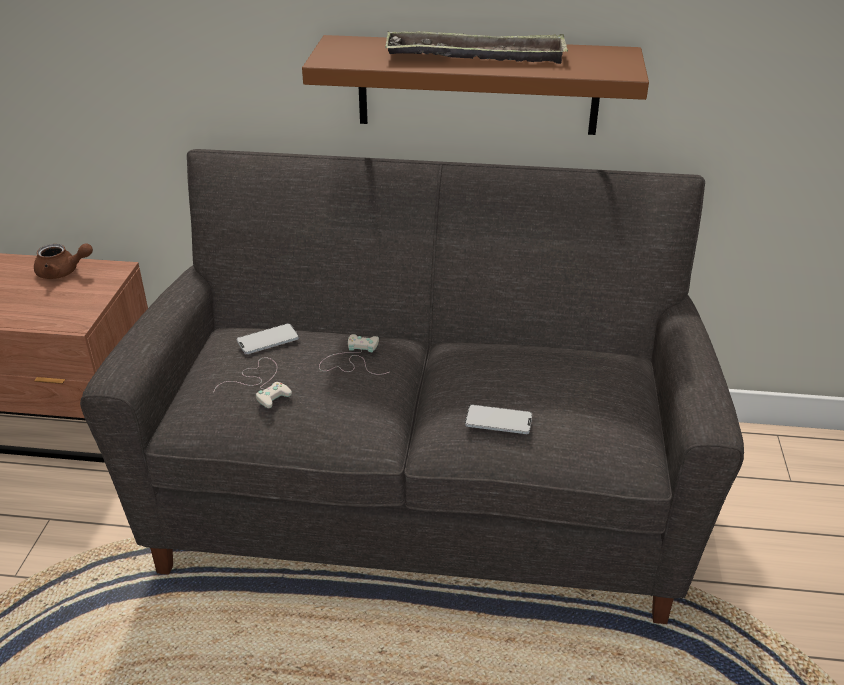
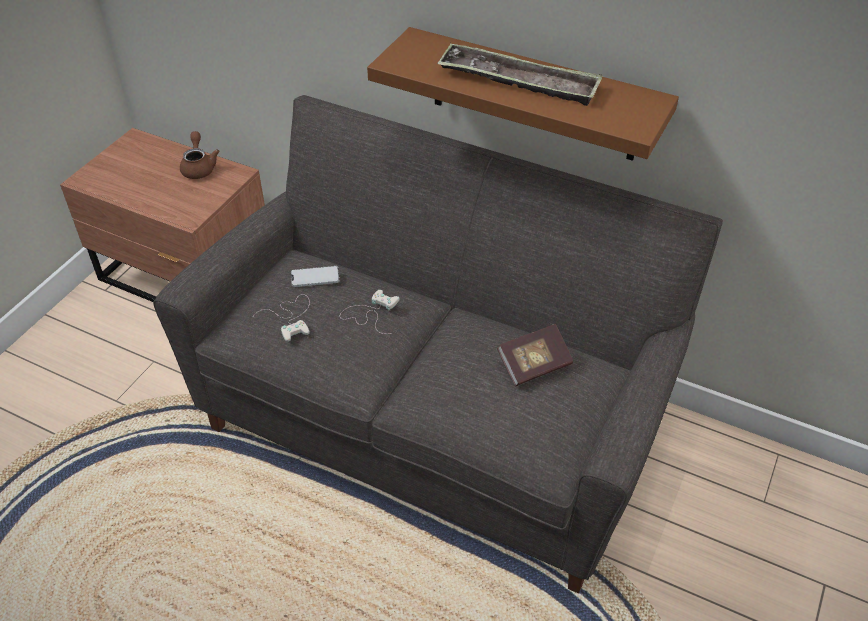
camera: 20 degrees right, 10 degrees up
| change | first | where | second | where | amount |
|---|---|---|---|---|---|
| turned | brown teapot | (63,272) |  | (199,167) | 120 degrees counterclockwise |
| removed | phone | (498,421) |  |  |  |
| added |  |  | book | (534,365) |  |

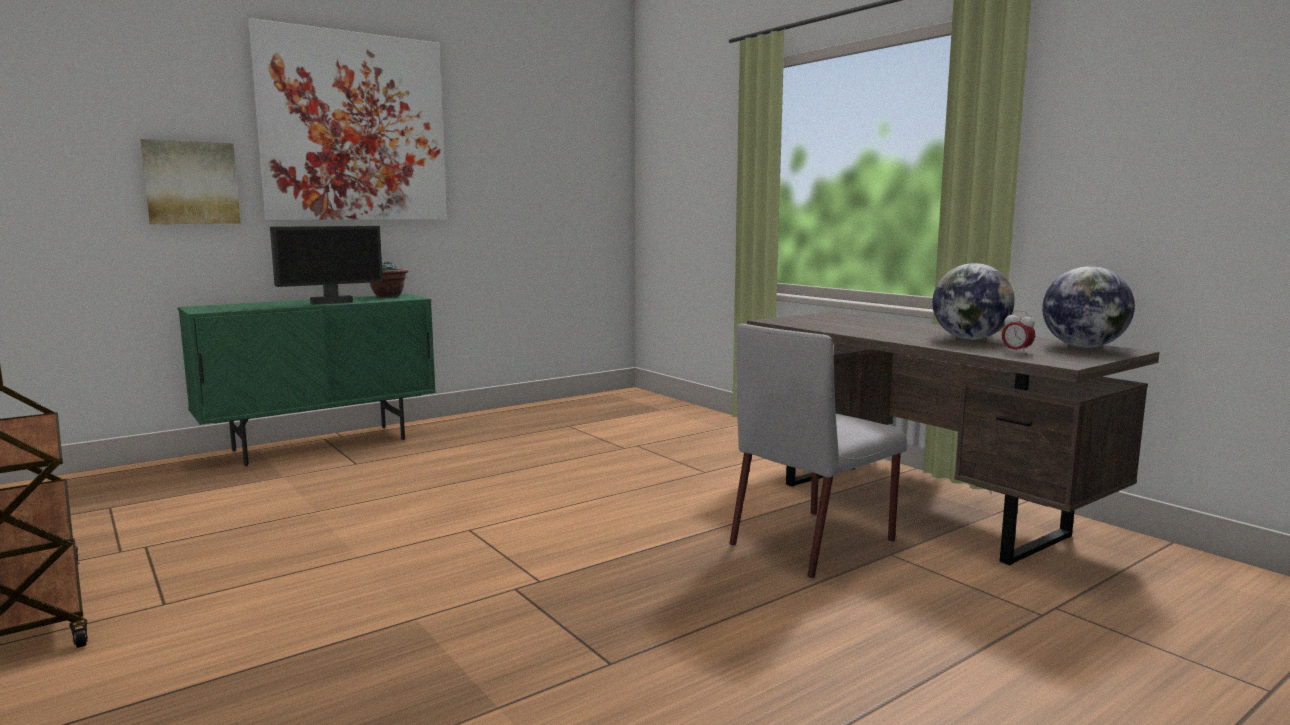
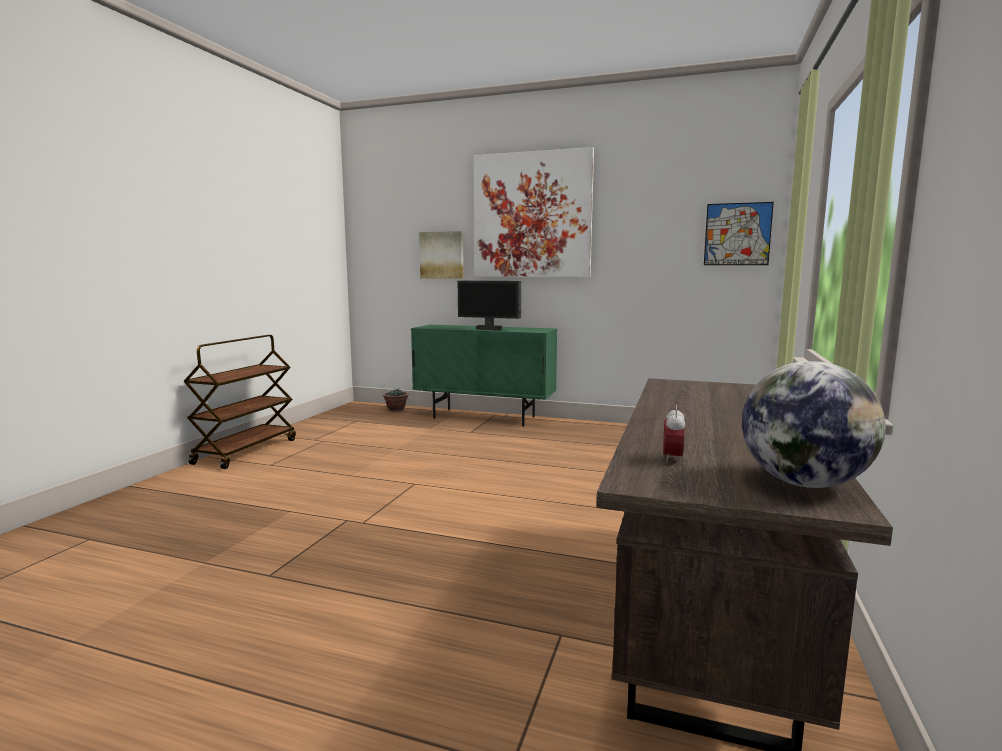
camera: 55 degrees right, 0 degrees up
| change | first | where | second | where | amount |
|---|---|---|---|---|---|
| moved | potted plant | (387,296) |  | (396,409) |  |
| removed | grey chair | (814,542) |  |  |  |
| removed | globe | (969,339) |  |  |  |
| added |  |  | picture | (737,234) |  |

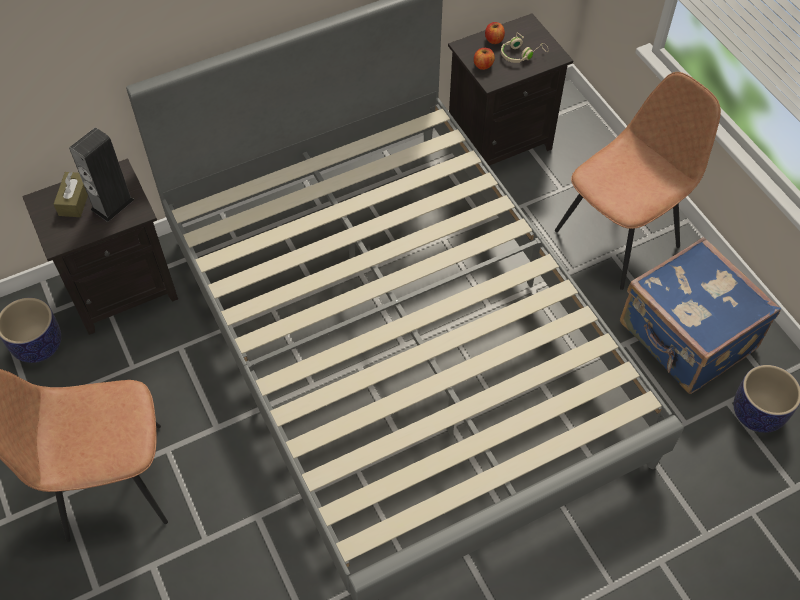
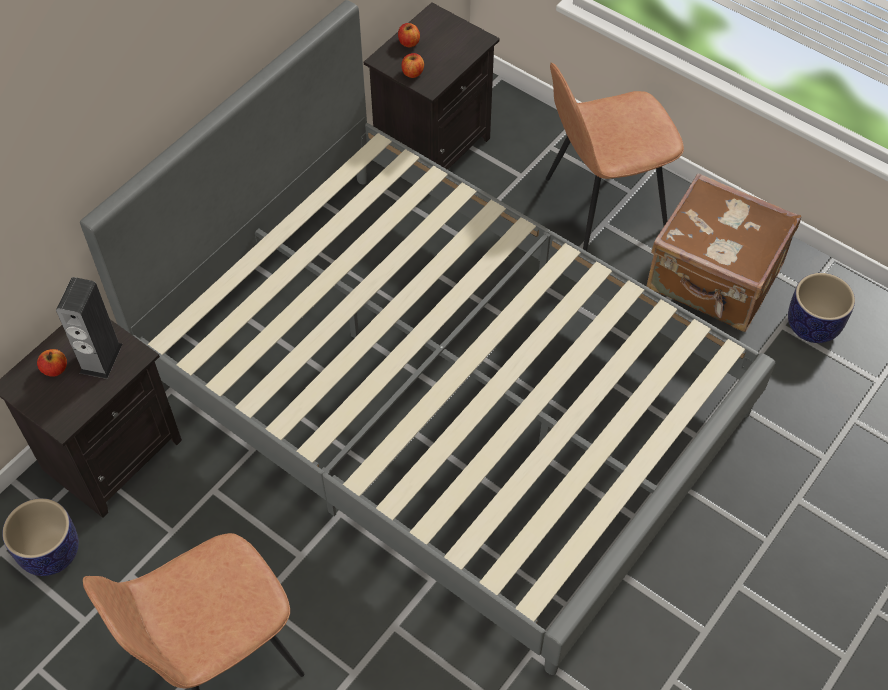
camera: 25 degrees left, 0 degrees up
| change | first | where | second | where | amount |
|---|---|---|---|---|---|
| replaced | brown tissue box | (75,200) | apple | (55,369) |  |
| removed | beige headphones | (521,54) |  |  |  |
| turned | brown chair | (619,237) |  | (602,204) | 135 degrees counterclockwise |
| recoloured | blue suitcase | (685,338) | brown suitcase | (714,280) |  |

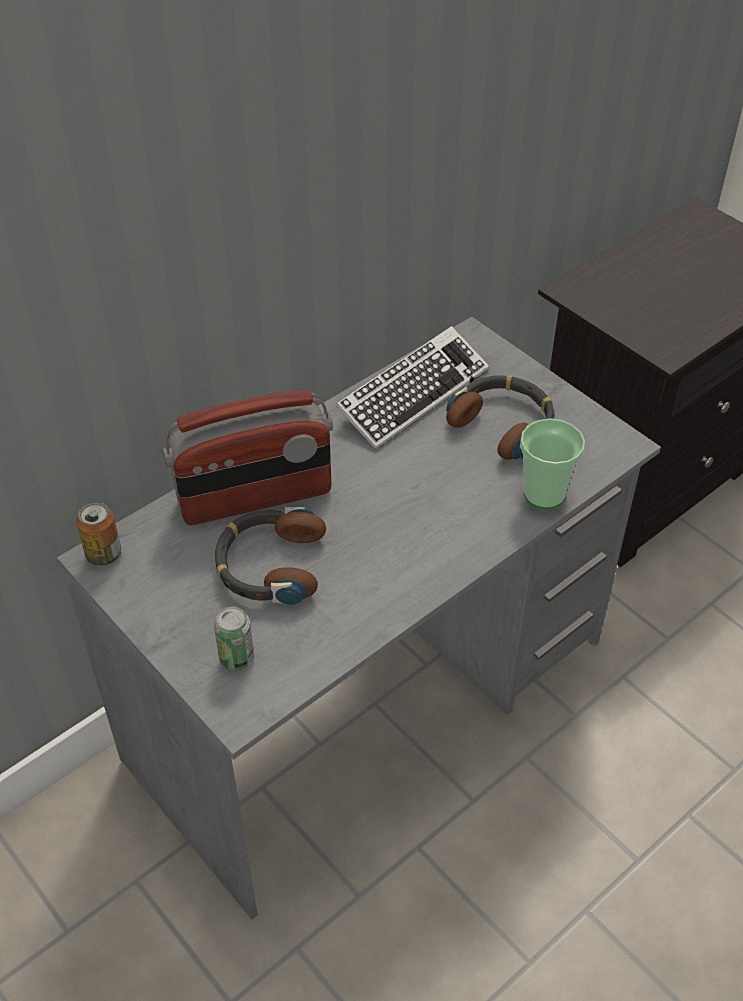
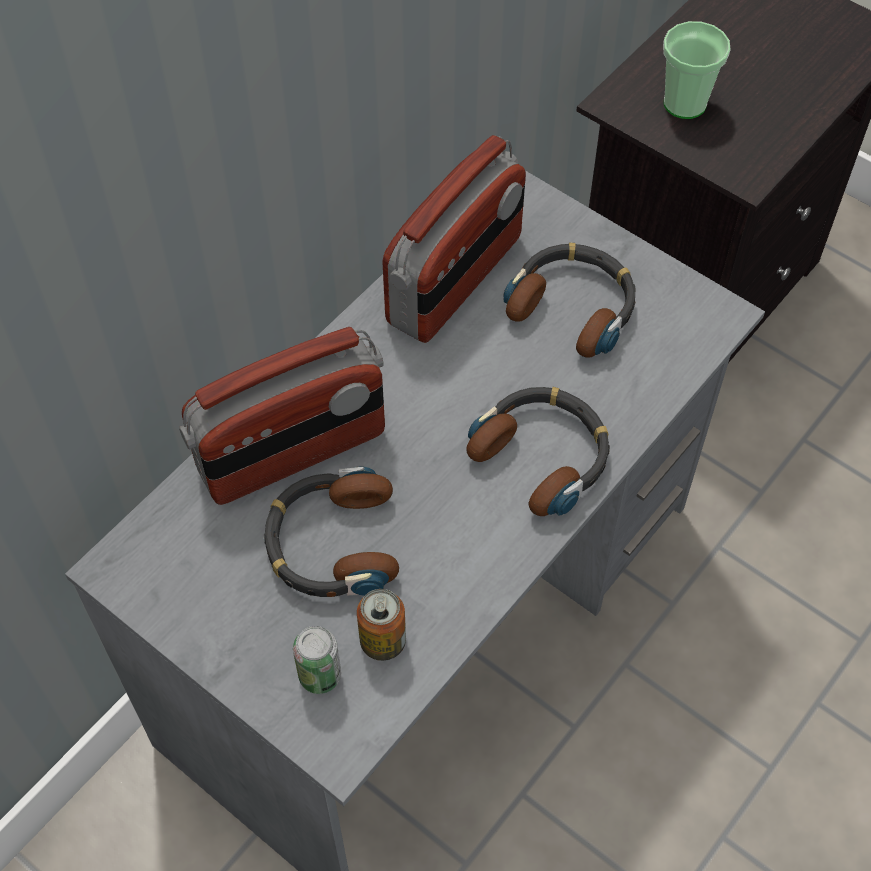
camera: 10 degrees left, 10 degrees up
| change | first | where | second | where | amount |
|---|---|---|---|---|---|
| moved | can | (104,554) |  | (383,641) |  |
| replaced | keyboard | (413,395) | radio | (456,281) |  |
| moved | cup | (544,494) |  | (685,103) |  |
| added |  |  | headphones | (543,455) |  |

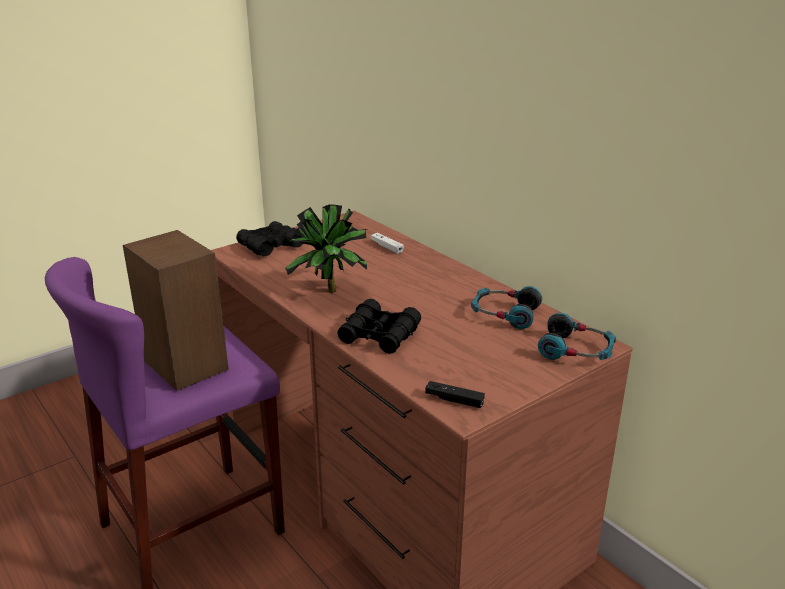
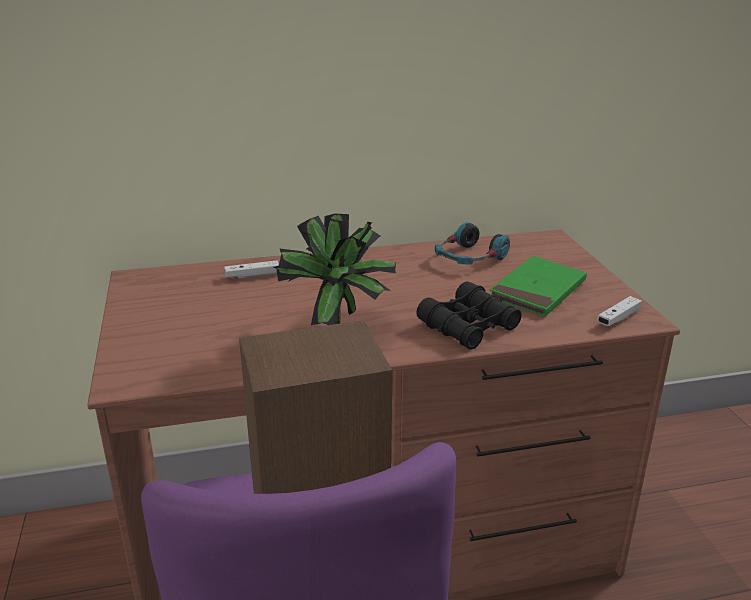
camera: 65 degrees left, 0 degrees up
| change | first | where | second | where | amount |
|---|---|---|---|---|---|
| removed | black binoculars | (270,246) |  |  |  |
| recoloured | black game controller | (454,400) | white game controller | (618,318) |  |
| removed | headphones | (576,350) |  |  |  |
| added |  |  | green book | (538,290) |  |

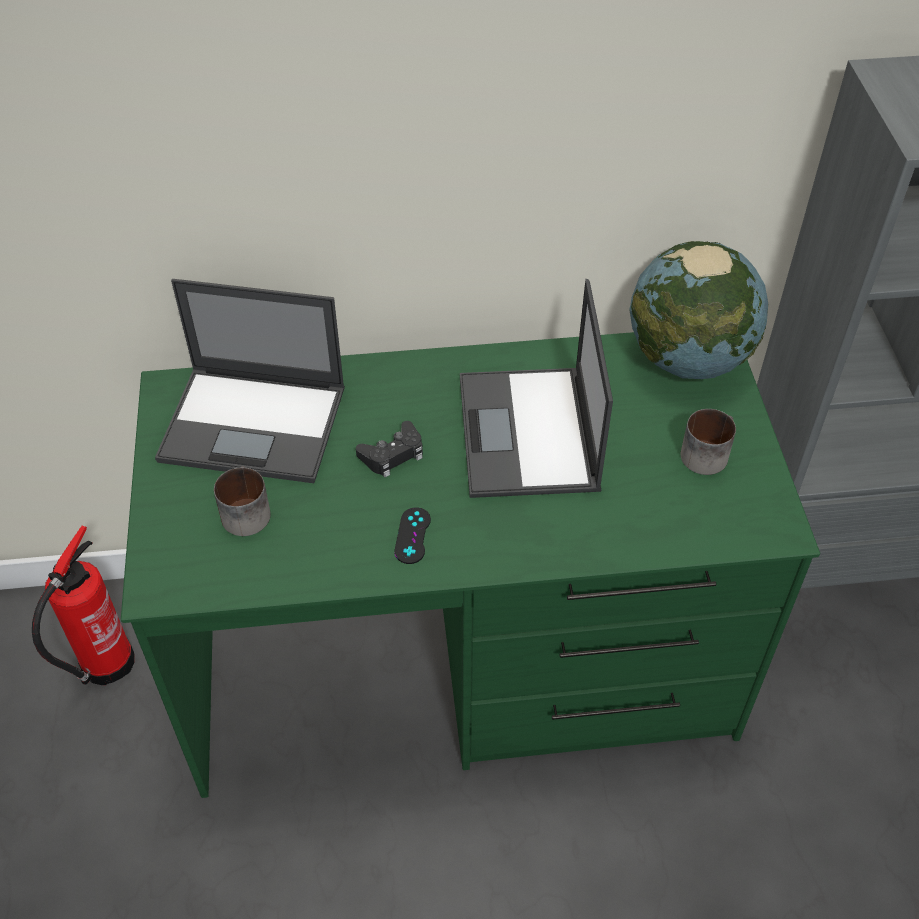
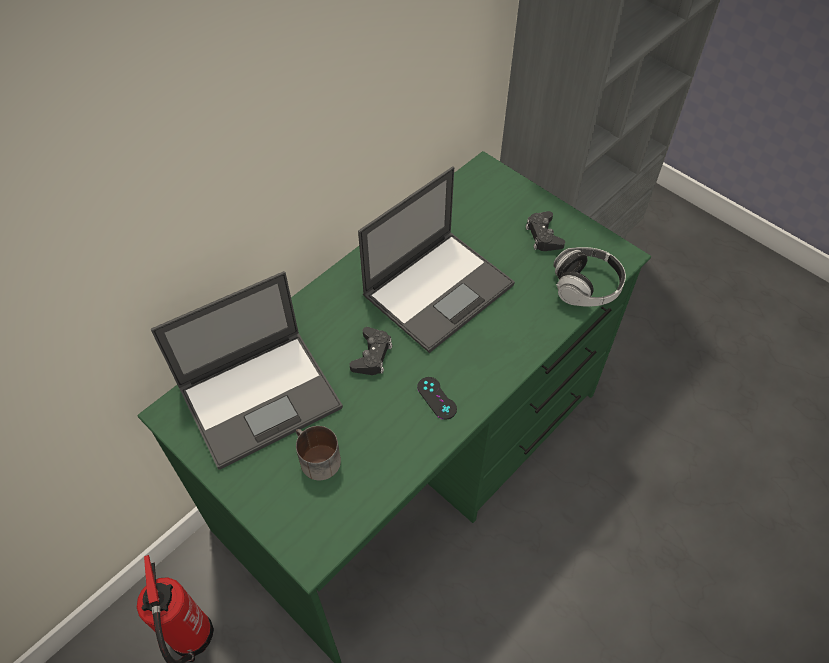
camera: 40 degrees left, 5 degrees up
| change | first | where | second | where | amount |
|---|---|---|---|---|---|
| turned | laptop | (528,434) |  | (439,289) | 90 degrees counterclockwise |
| removed | globe | (688,359) |  |  |  |
| replaced | mug | (706,452) | black game controller | (543,235) |  |
| added |  |  | headphones | (586,287) |  |

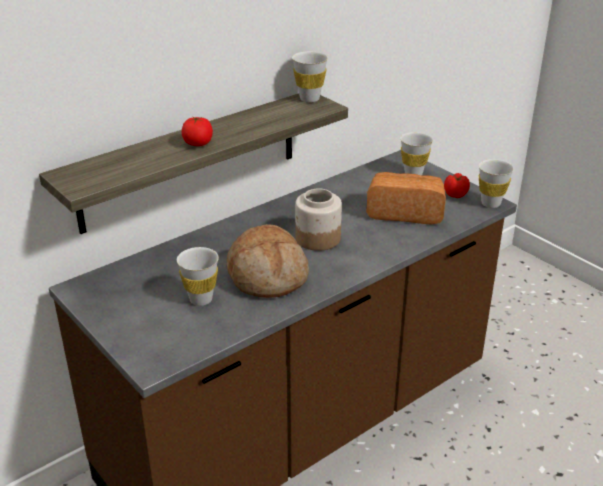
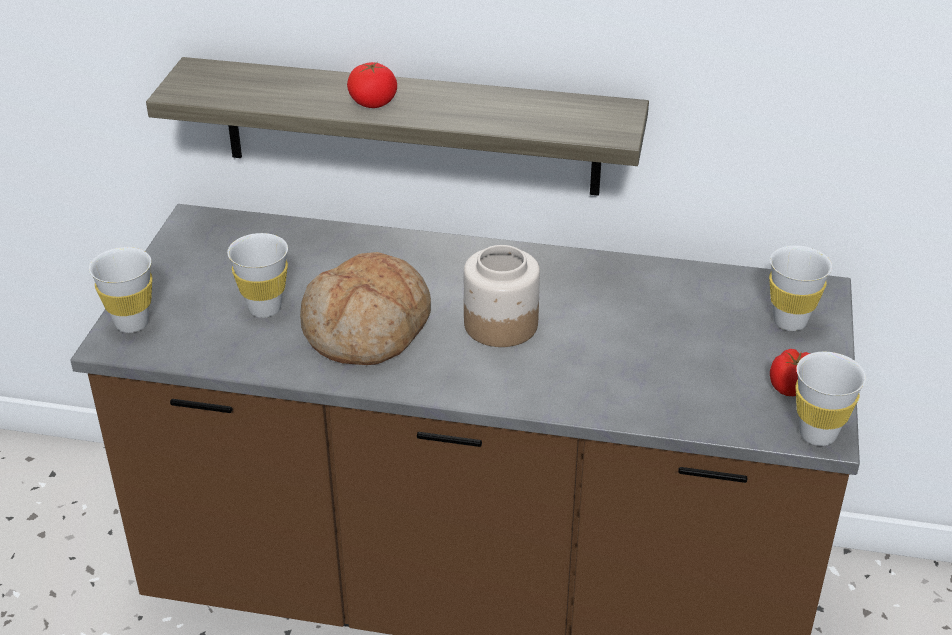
camera: 50 degrees right, 5 degrees up
| change | first | where | second | where | amount |
|---|---|---|---|---|---|
| moved | white cup | (309,99) |  | (132,323) |  |
| removed | bread | (405,212) |  |  |  |

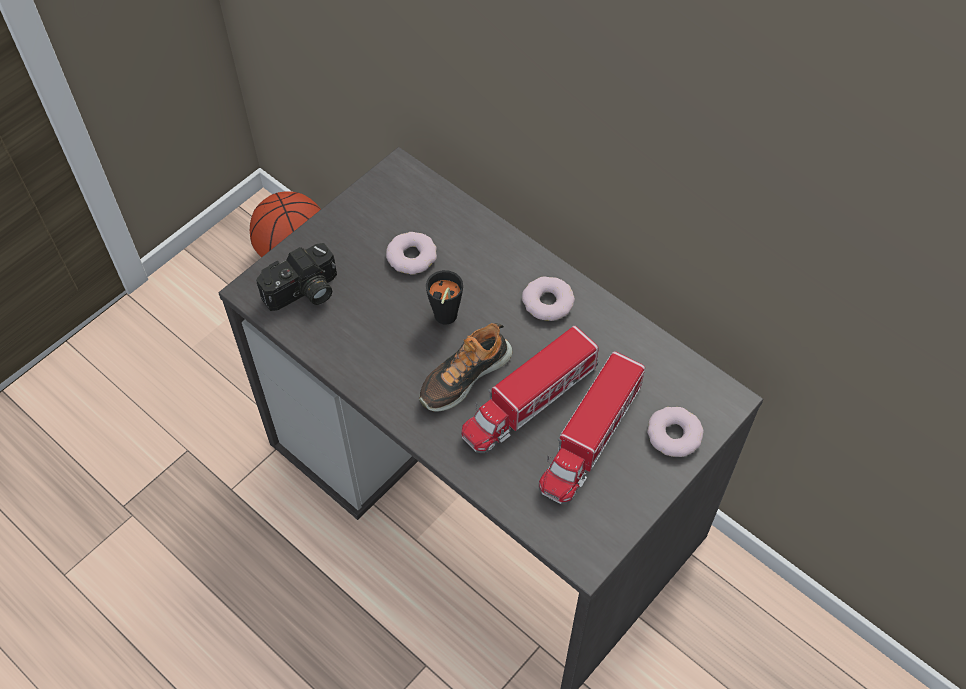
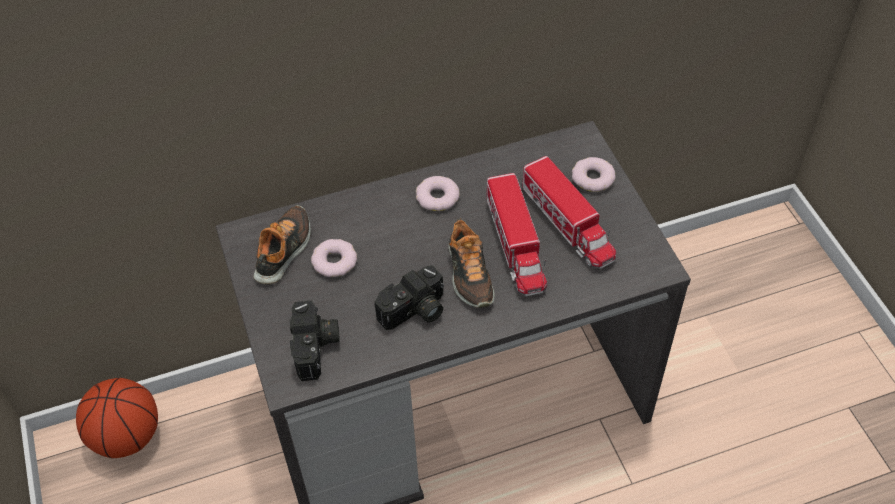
camera: 60 degrees left, 5 degrees down
| change | first | where | second | where | amount |
|---|---|---|---|---|---|
| removed | black cup | (444,319) |  |  |  |
| added |  |  | shoe | (284,250) |  |
| added |  |  | photo camera | (415,312) |  |

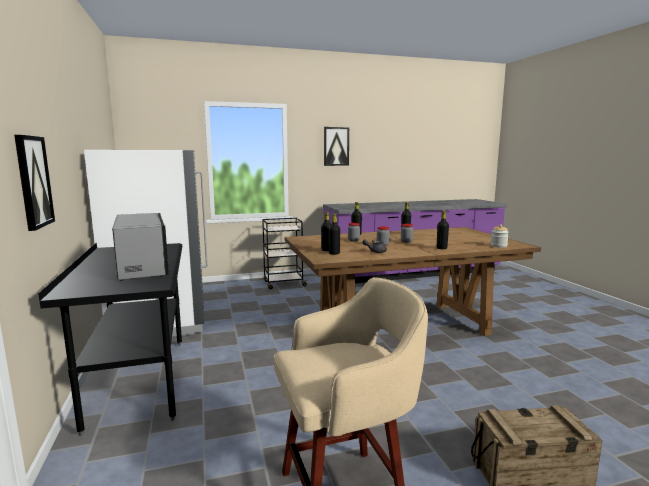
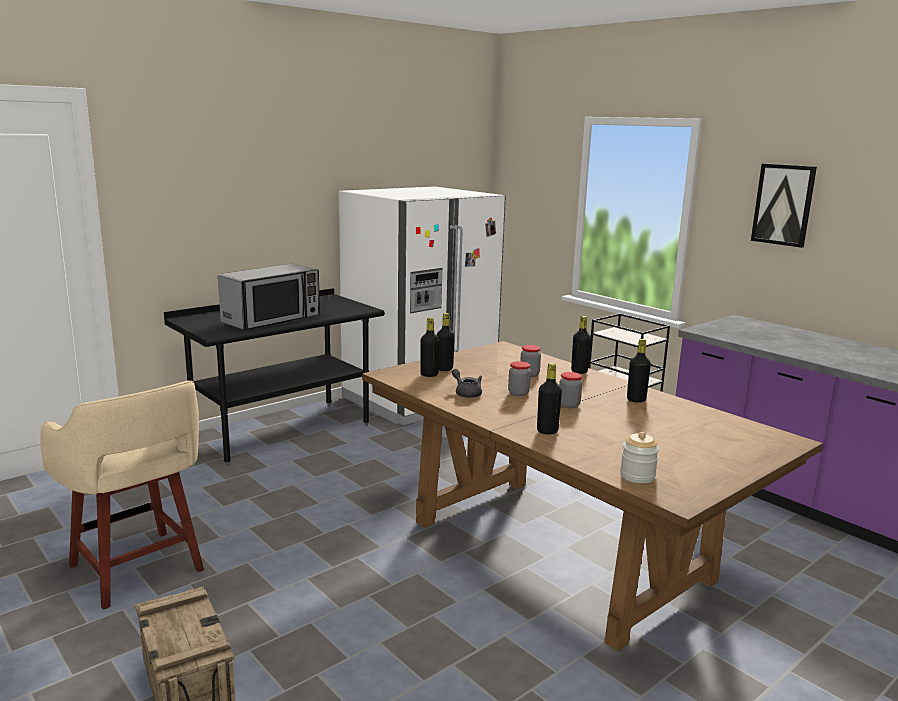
camera: 65 degrees right, 5 degrees up
| change | first | where | second | where | amount |
|---|---|---|---|---|---|
| removed | picture | (33,181) |  |  |  |

